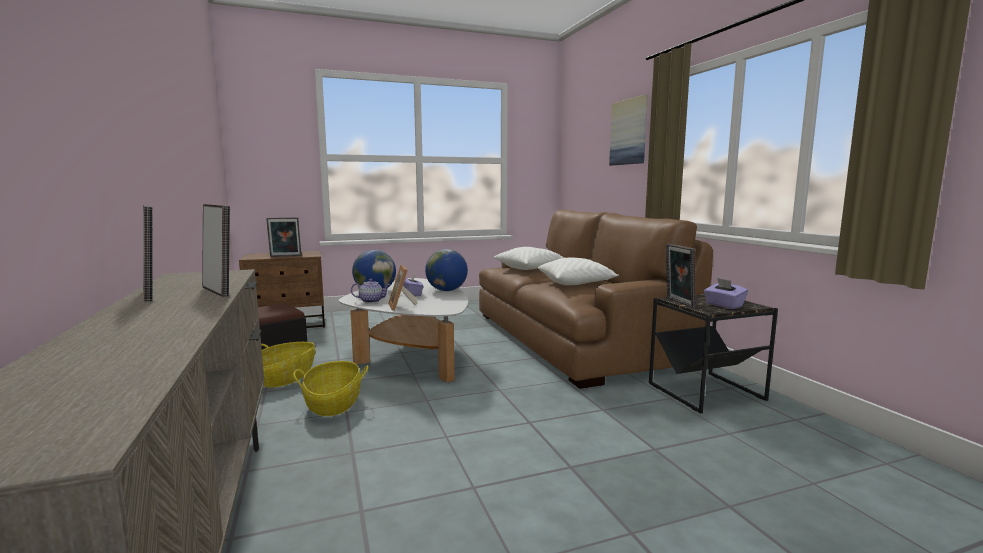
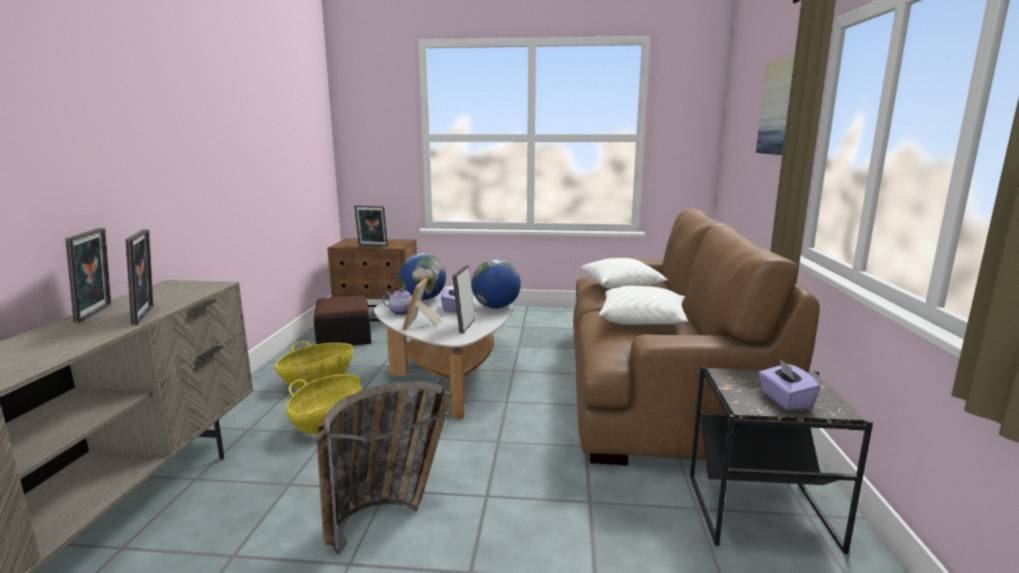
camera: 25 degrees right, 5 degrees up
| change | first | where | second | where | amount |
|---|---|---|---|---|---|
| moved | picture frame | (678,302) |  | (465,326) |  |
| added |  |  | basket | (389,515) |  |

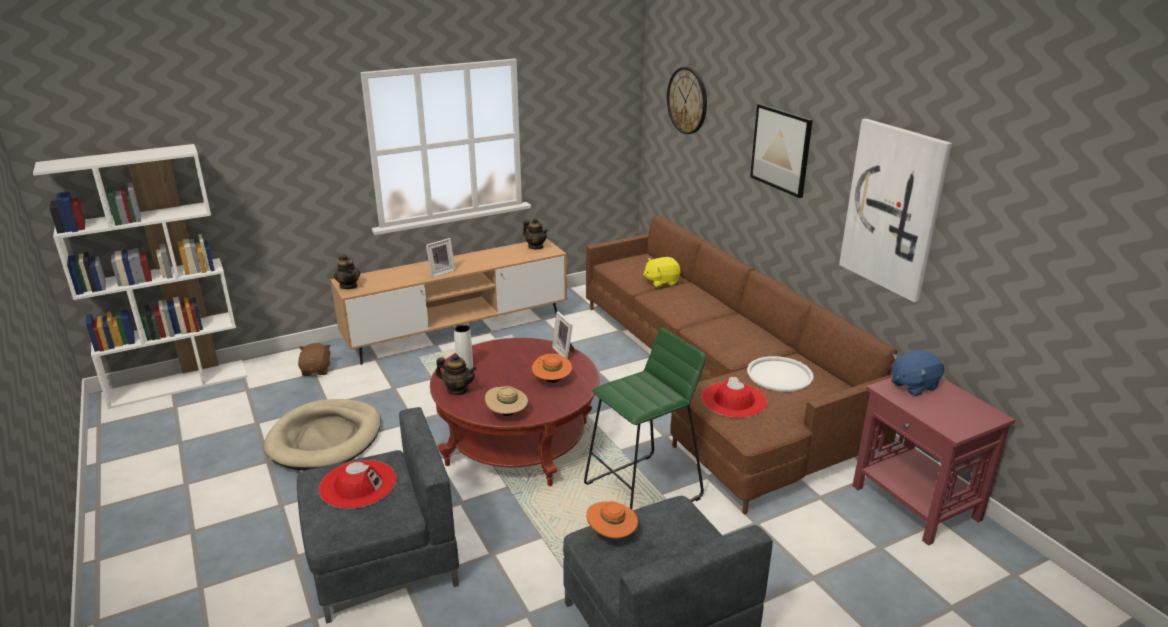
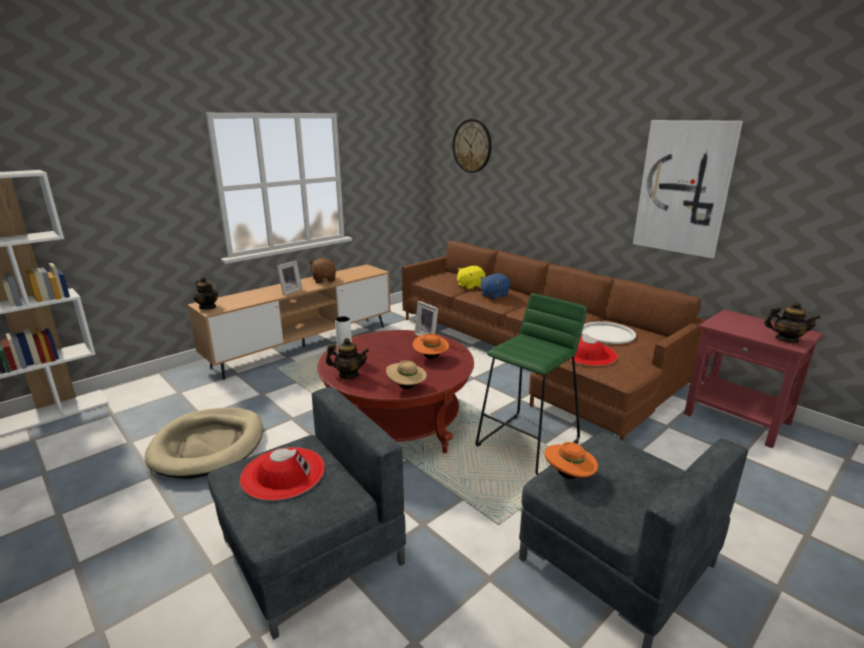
camera: 15 degrees left, 5 degrees down
| change | first | where | second | where | amount |
|---|---|---|---|---|---|
| moved | brown plush toy | (316,370) |  | (324,280) |  |
| moved | teapot | (536,247) |  | (786,339) |  |
| removed | picture | (781,149) |  |  |  |
| moved | blue plush toy | (913,385) |  | (494,295) |  |

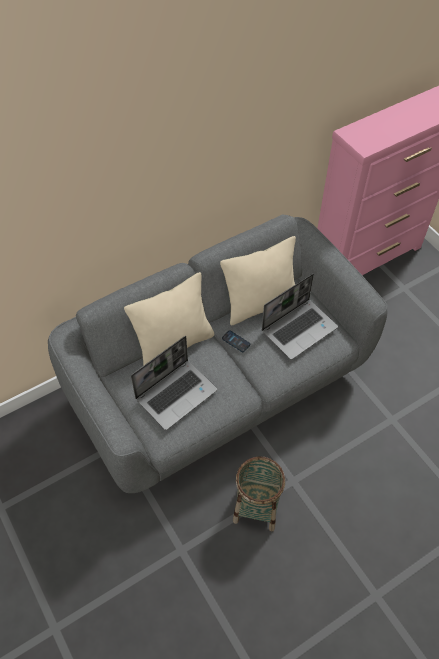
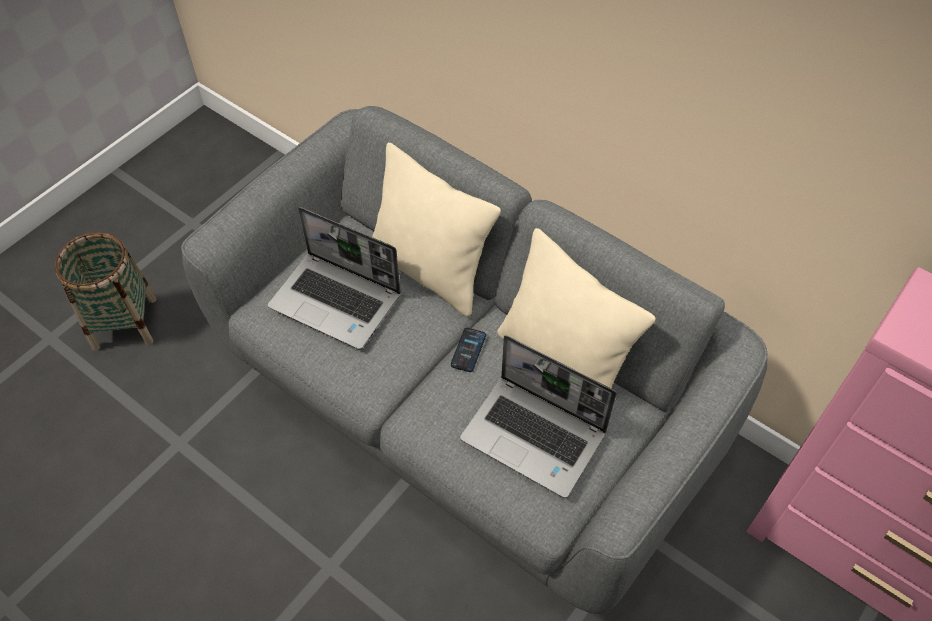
camera: 70 degrees right, 0 degrees up
| change | first | where | second | where | amount |
|---|---|---|---|---|---|
| moved | basket | (256,507) |  | (125,322) |  |

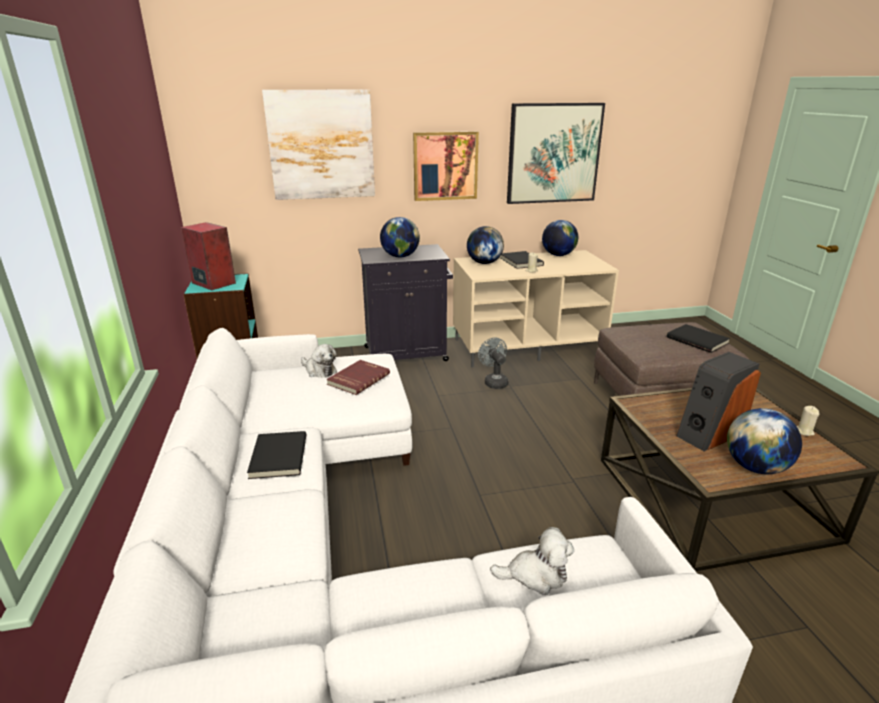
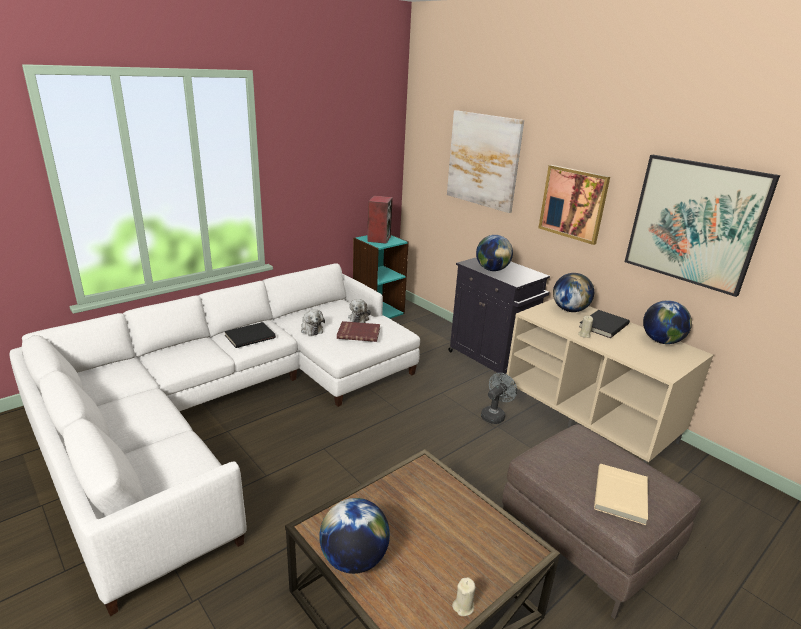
camera: 60 degrees right, 0 degrees up
| change | first | where | second | where | amount |
|---|---|---|---|---|---|
| moved | plush toy | (535,575) |  | (311,329) |  |
| recoloured | black book | (697,340) | beige book | (622,495) |  |
| removed | speaker | (709,433) |  |  |  |

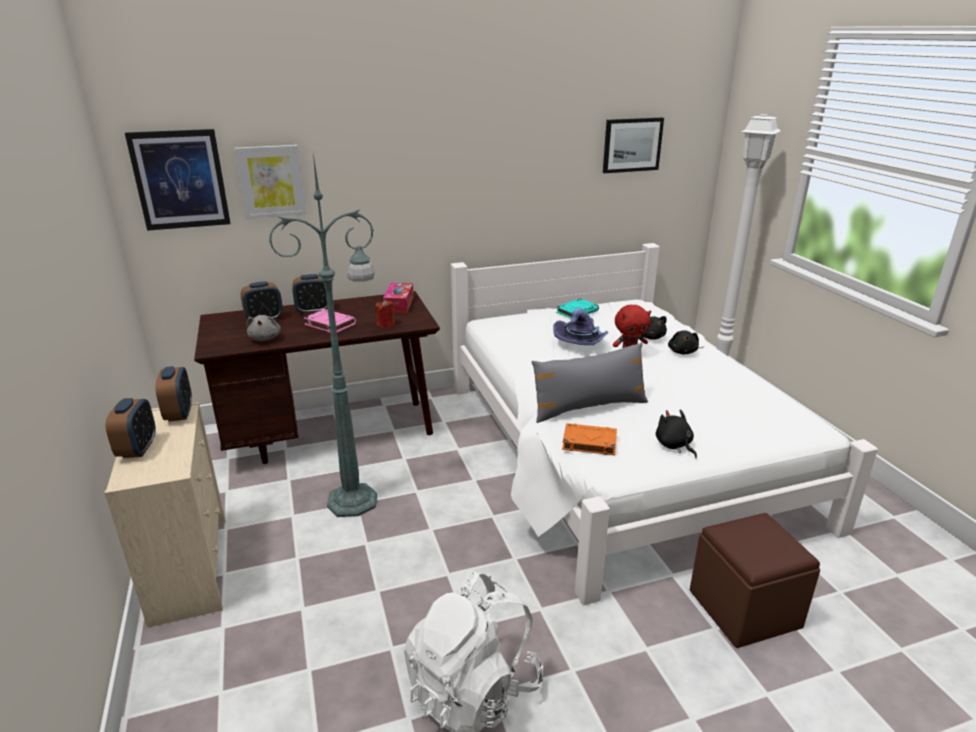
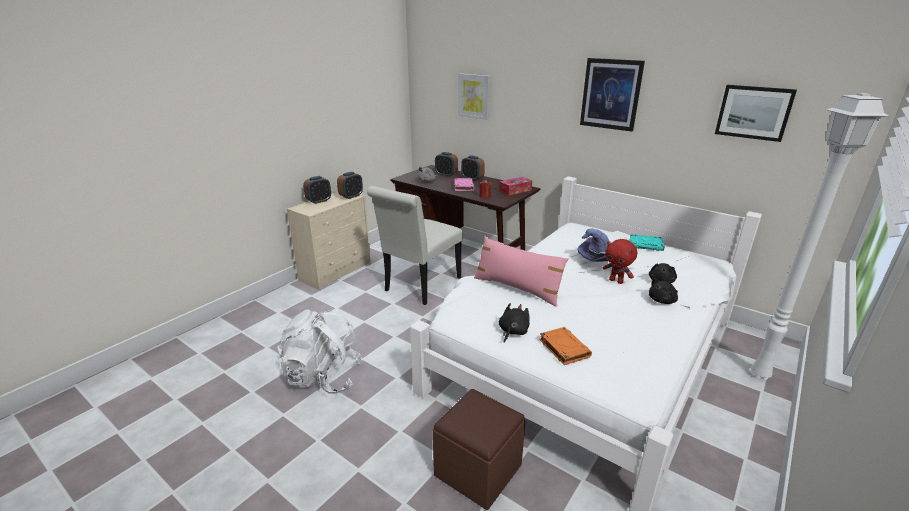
camera: 55 degrees right, 0 degrees up
| change | first | where | second | where | amount |
|---|---|---|---|---|---|
| moved | picture | (180,180) |  | (610,94) |  |
| replaced | green floor lamp | (355,500) | white chair | (420,286) |  |
| recoloured | grey pillow | (588,407) | pink pillow | (517,288) |  |
| moved | orange book | (588,443) |  | (563,348) |  |

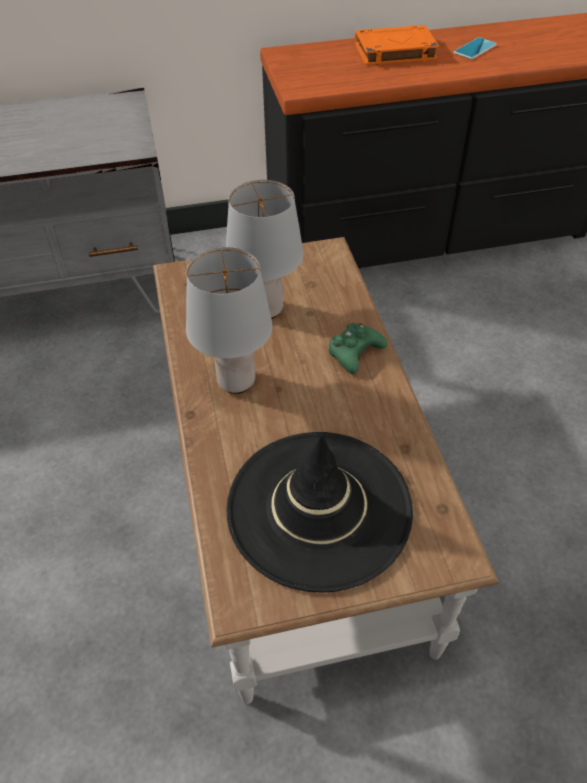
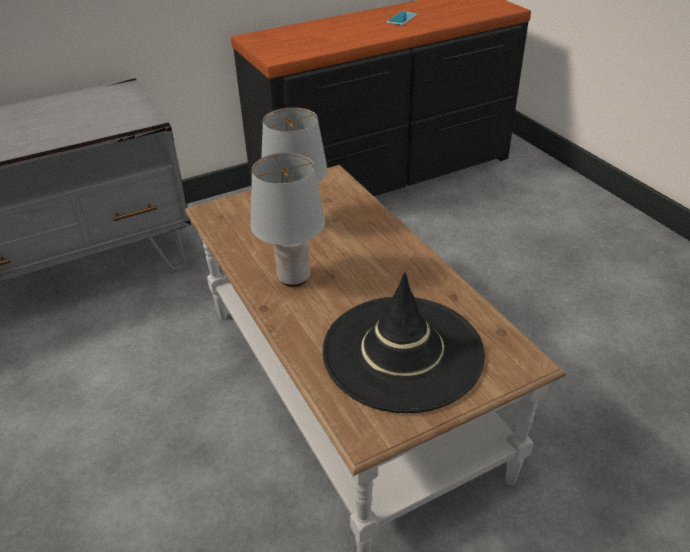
camera: 15 degrees left, 10 degrees down
| change | first | where | second | where | amount |
|---|---|---|---|---|---|
| removed | green game controller | (354,352) |  |  |  |
| removed | orange book | (394,51) |  |  |  |

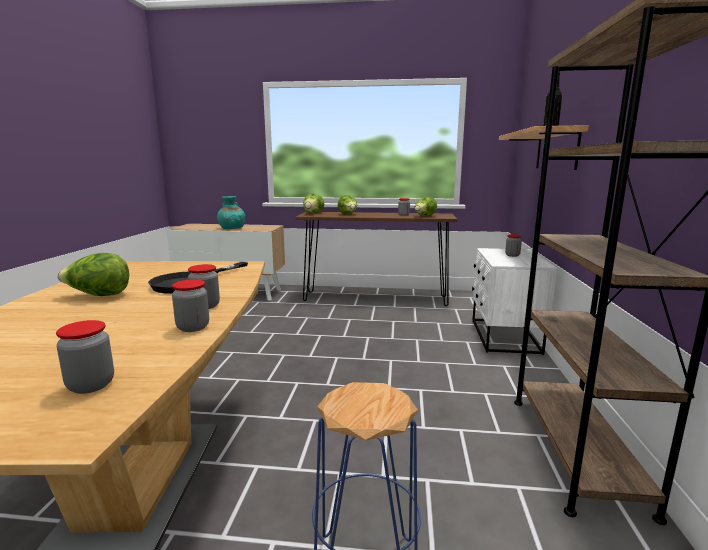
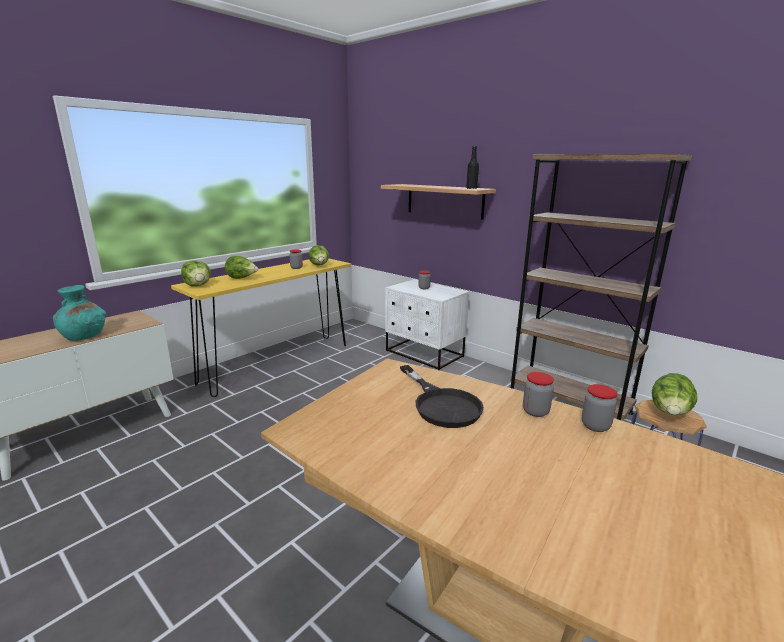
camera: 55 degrees left, 5 degrees up
| change | first | where | second | where | amount |
|---|---|---|---|---|---|
| removed | jar | (91,385) |  |  |  |
| moved | lettuce | (99,296) |  | (669,413) |  |
| recoloured | brown console table | (375,299) | yellow console table | (278,363) |  |

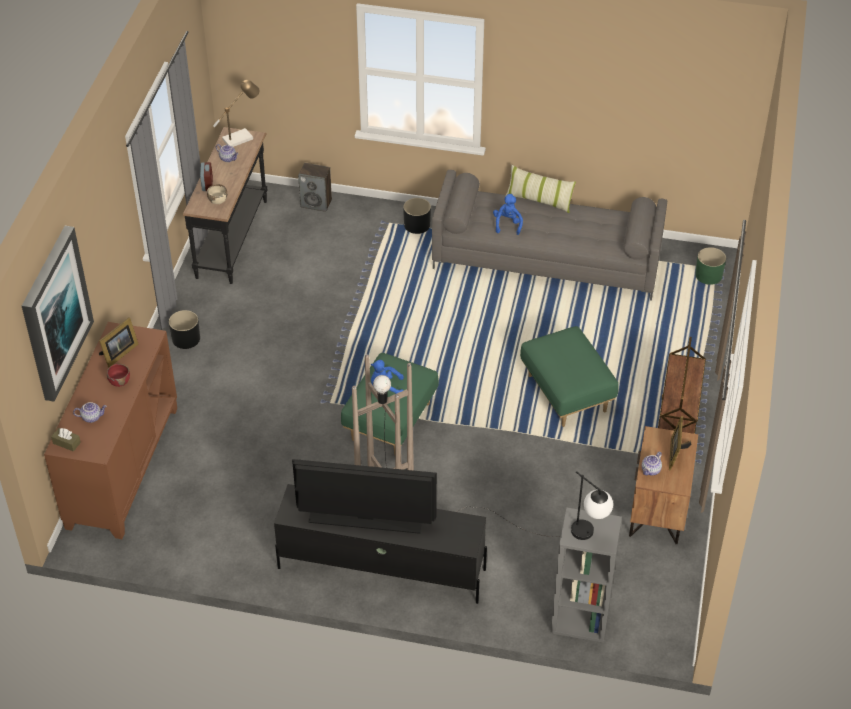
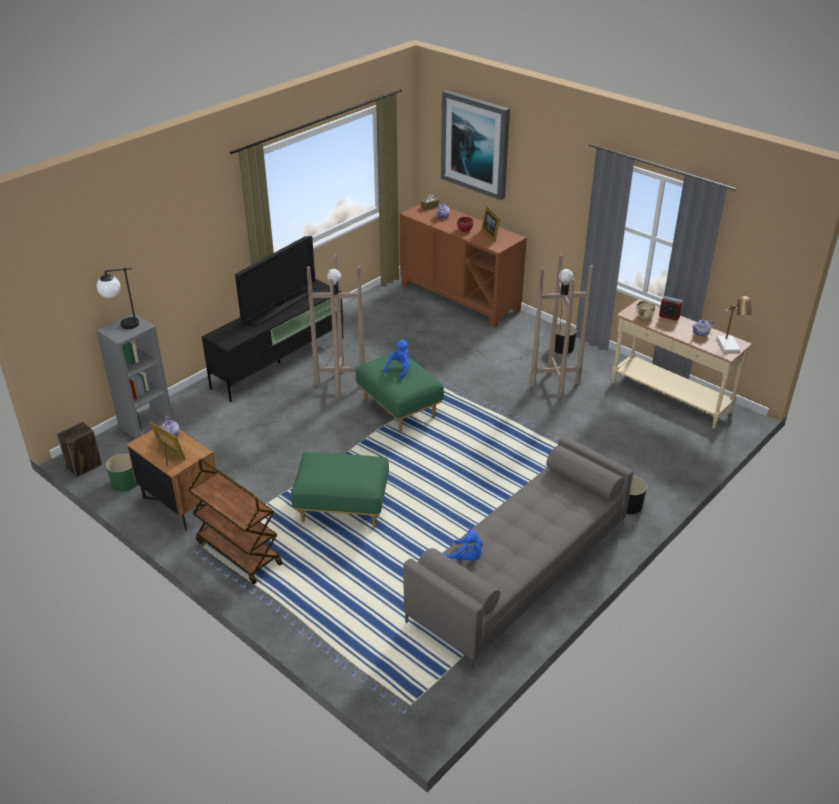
camera: 120 degrees right, 10 degrees down
| change | first | where | second | where | amount |
|---|---|---|---|---|---|
| recoloured | black console table | (233,239) | beige console table | (669,397) |  |
| moved | speaker | (316,203) |  | (84,467) |  |
| moved | blue plush toy | (507,224) |  | (466,558) |  |
| removed | pillow | (539,200) |  |  |  |
| moved | green planter | (708,275) |  | (125,482) |  |
| added |  |  | brown floor lamp | (524,368) |  |

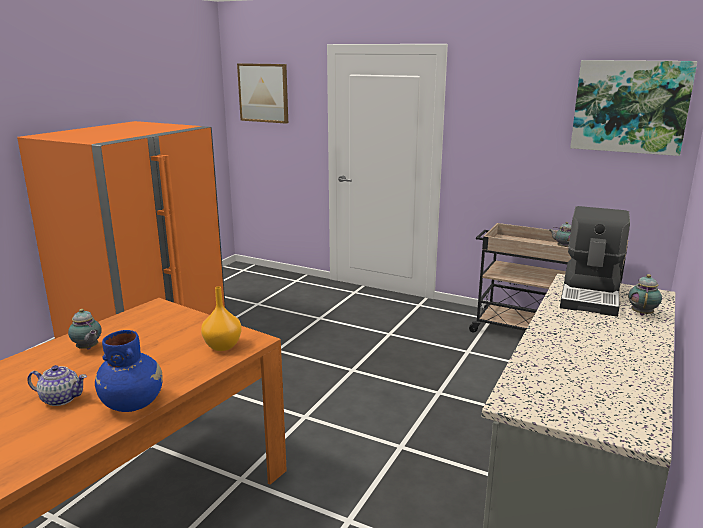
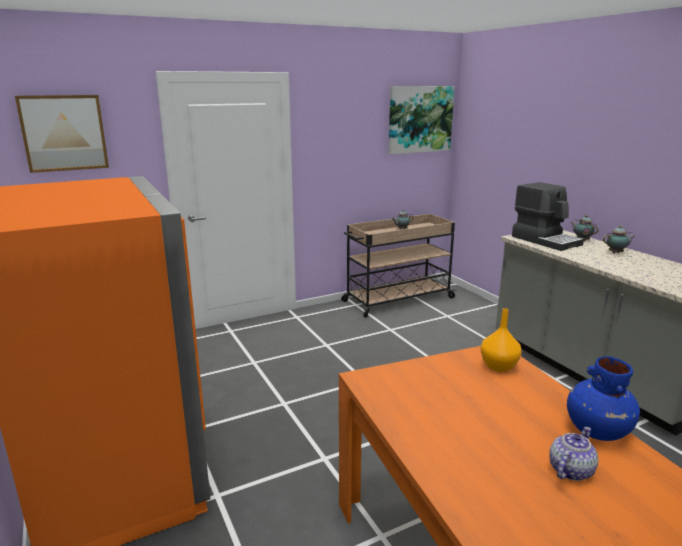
camera: 55 degrees left, 0 degrees up
| change | first | where | second | where | amount |
|---|---|---|---|---|---|
| moved | teapot | (88,348) |  | (616,253) |  |

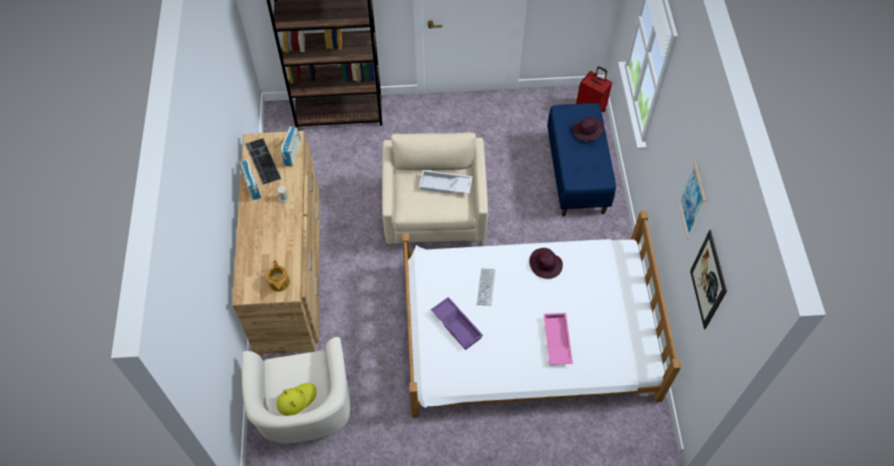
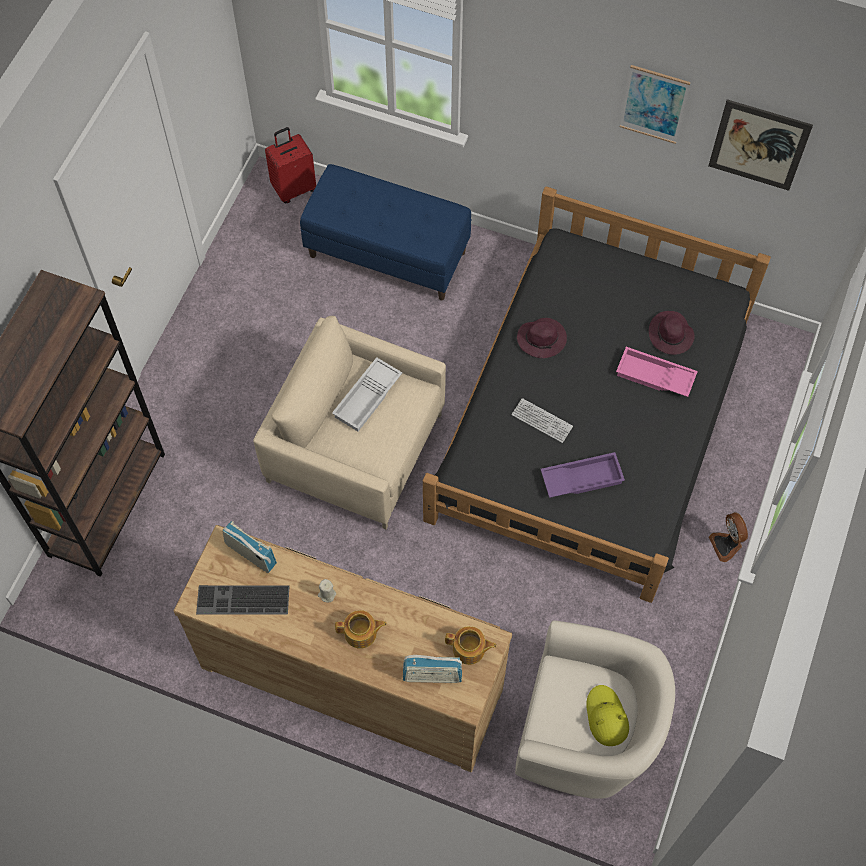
camera: 65 degrees left, 5 degrees up
| change | first | where | second | where | amount |
|---|---|---|---|---|---|
| moved | radio | (252,186) |  | (432,675) |  |
| recoloured | white bed | (526,332) | black bed | (591,418) |  |
| moved | purple hat | (587,131) |  | (671,335) |  |
| added |  |  | teapot | (361,633) |  |
| added |  |  | fan | (726,545) |  |

